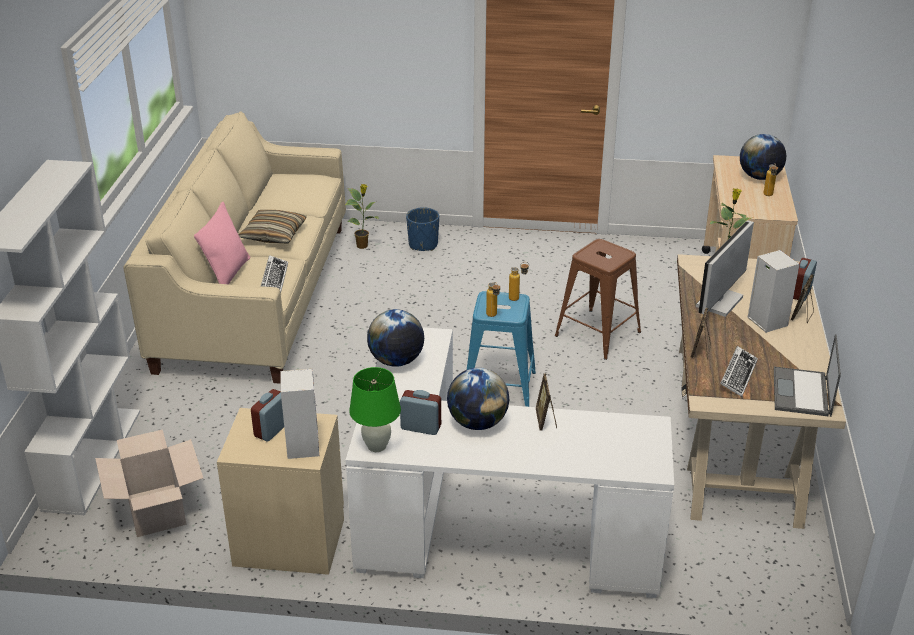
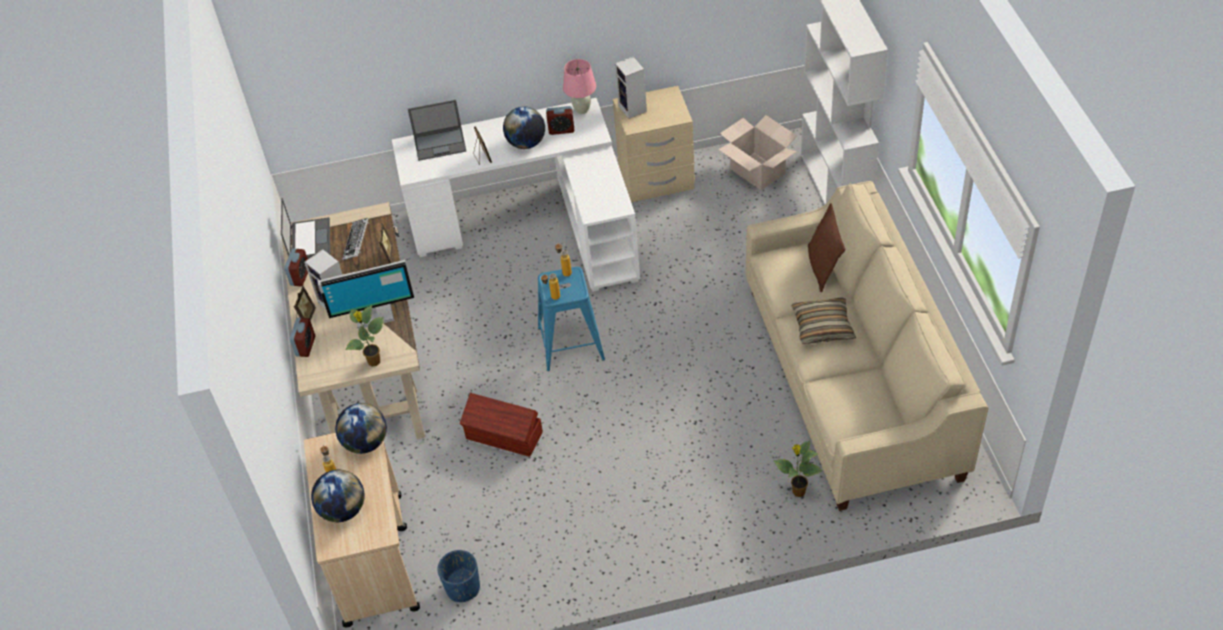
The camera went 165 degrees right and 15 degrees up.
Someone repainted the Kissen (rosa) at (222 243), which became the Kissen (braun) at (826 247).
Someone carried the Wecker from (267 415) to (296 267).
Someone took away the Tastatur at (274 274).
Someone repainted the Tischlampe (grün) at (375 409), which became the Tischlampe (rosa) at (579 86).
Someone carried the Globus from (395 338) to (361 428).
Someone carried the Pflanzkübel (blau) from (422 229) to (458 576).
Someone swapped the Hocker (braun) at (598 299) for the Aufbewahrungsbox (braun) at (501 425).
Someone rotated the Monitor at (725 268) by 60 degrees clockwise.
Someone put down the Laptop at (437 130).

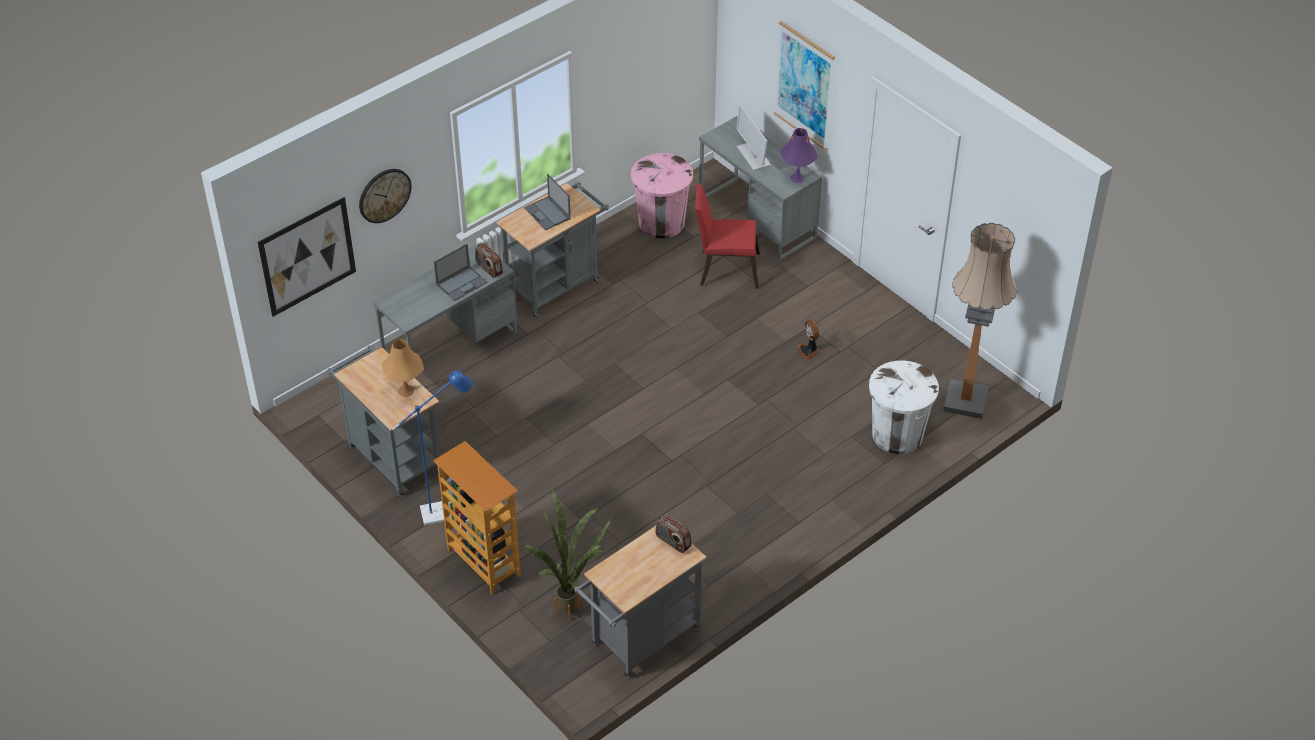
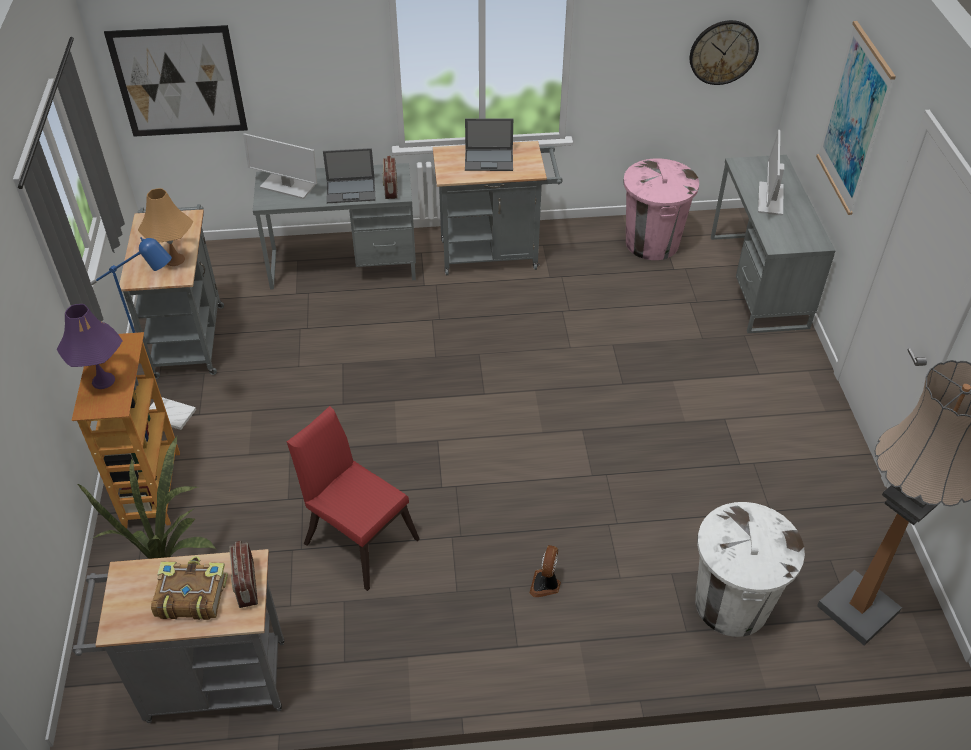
The camera went 35 degrees right and 0 degrees up.
Someone carried the Wanduhr from (385 196) to (724 52).
Someone rotated the Laptop at (547 202) by 90 degrees counterclockwise.
Someone carried the Stuhl (rot) from (727 236) to (353 498).
Someone carried the Tischlampe (lila) from (799 155) to (89 346).
Someone carried the Ventilator from (808 340) to (545 571).
Someone put down the Buch at (189 588).
Someone put down the Monitor at (280 166).

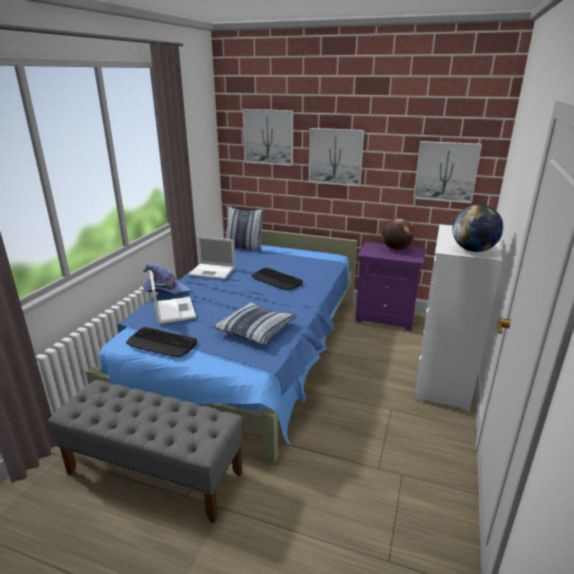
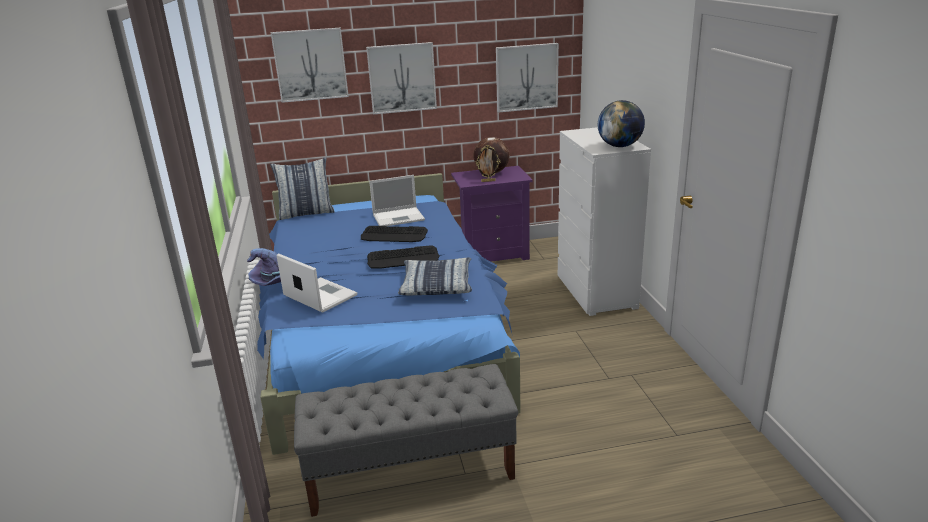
The camera went 30 degrees left and 0 degrees up.
Someone carried the Tastatur from (161 342) to (403 257).
Someone carried the Laptop from (211 258) to (397 200).
Someone put down the Bilderrahmen at (488 163).

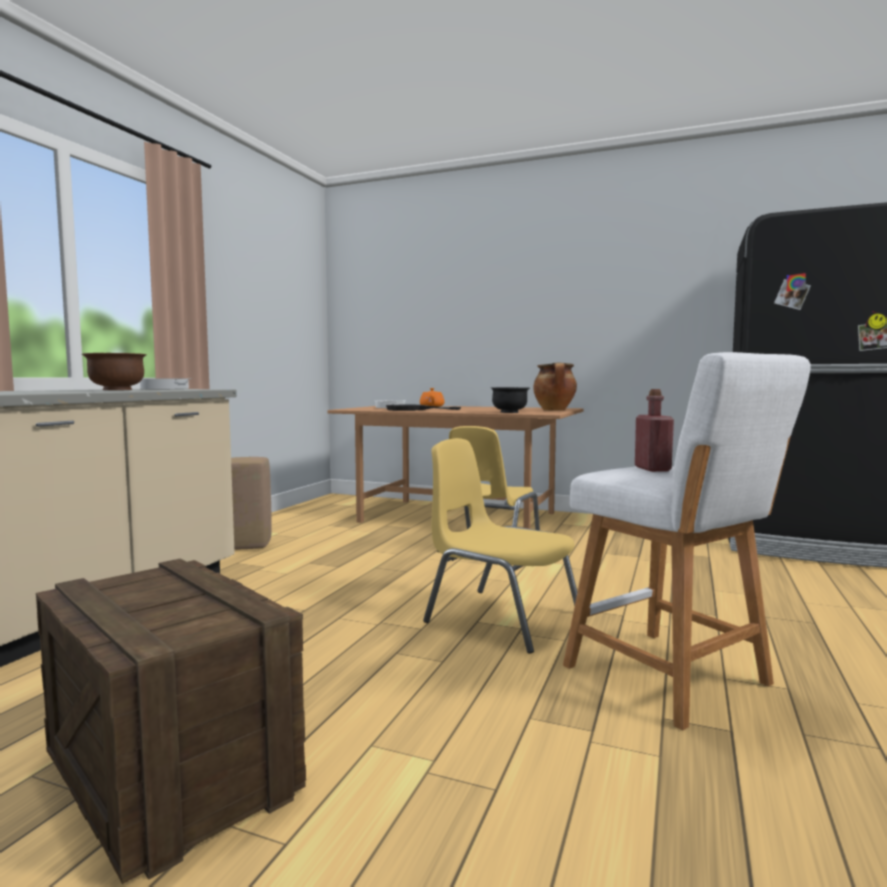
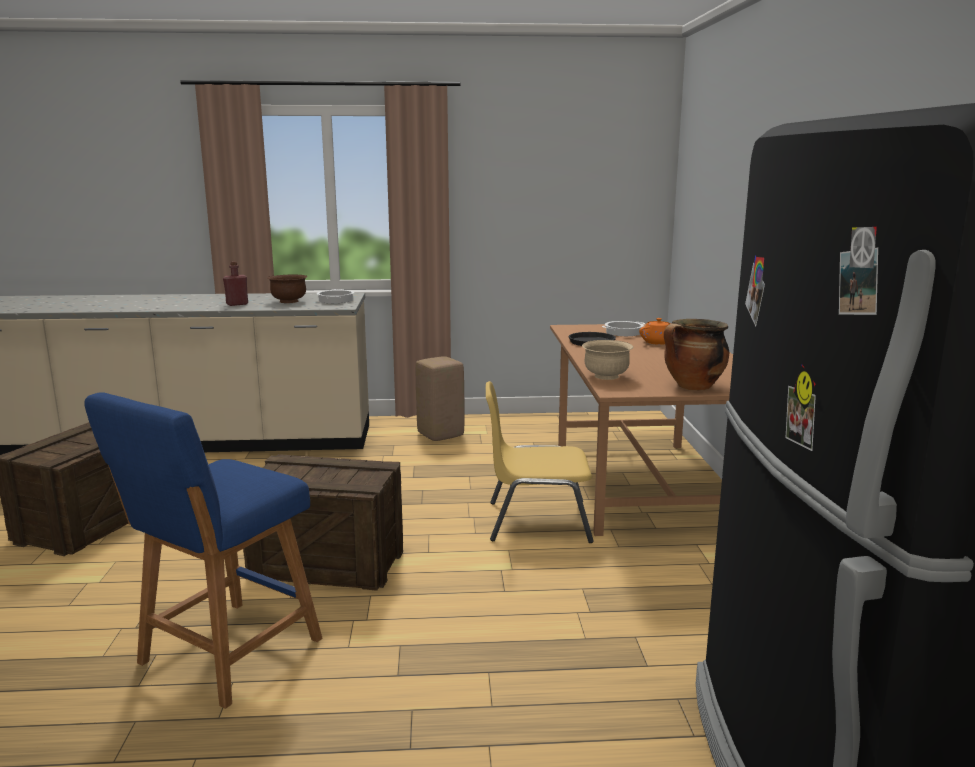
The camera went 65 degrees right and 10 degrees up.
Someone swapped the Stuhl (gelb) at (500 546) for the Kiste at (323 522).
Someone repainted the Schüssel (schwarz) at (510 400), which became the Schüssel (beige) at (607 360).
Someone repainted the Hocker (weiß) at (687 541), which became the Hocker (blau) at (203 550).
Someone carried the Flasche (rot) from (654 430) to (235 283).

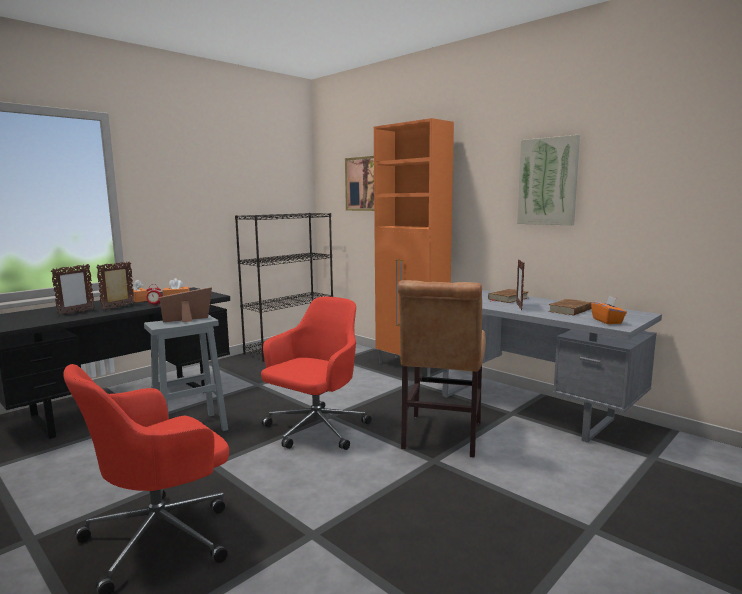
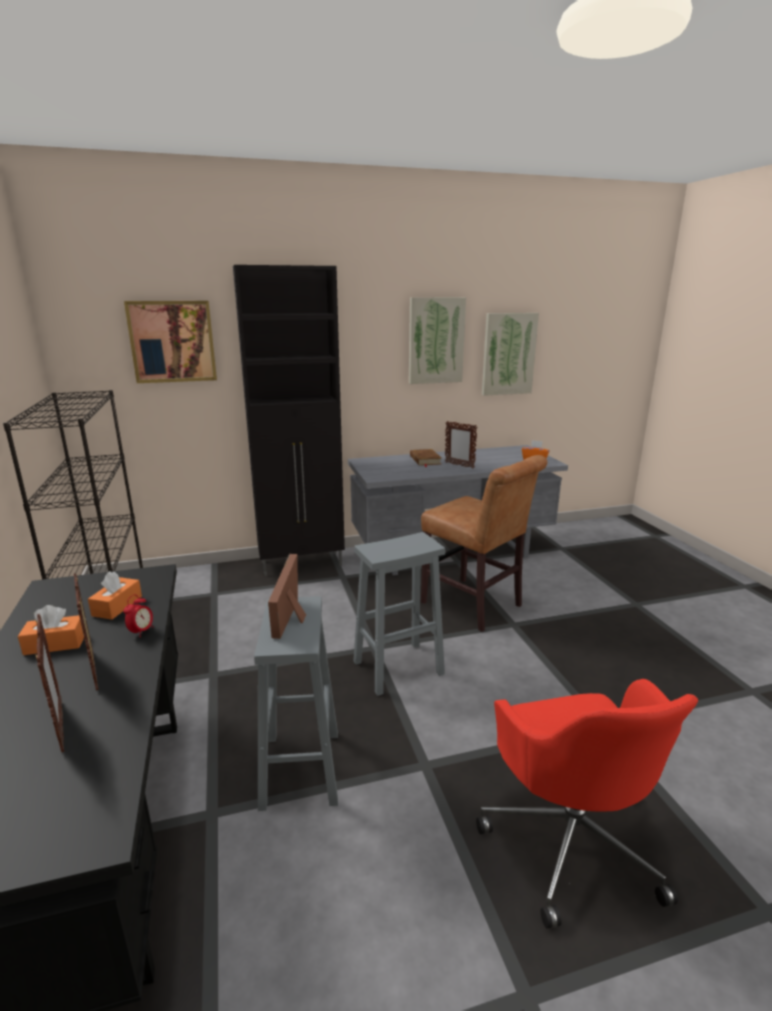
The camera went 60 degrees left and 10 degrees up.
Someone swapped the Bürostuhl (rot) at (316 373) for the Hocker (grau) at (399 614).
Someone repainted the Schrank (orange) at (414 247), which became the Schrank (schwarz) at (289 420).
Someone took away the Buch (braun) at (570 307).
Someone put up the Bild at (510 354).

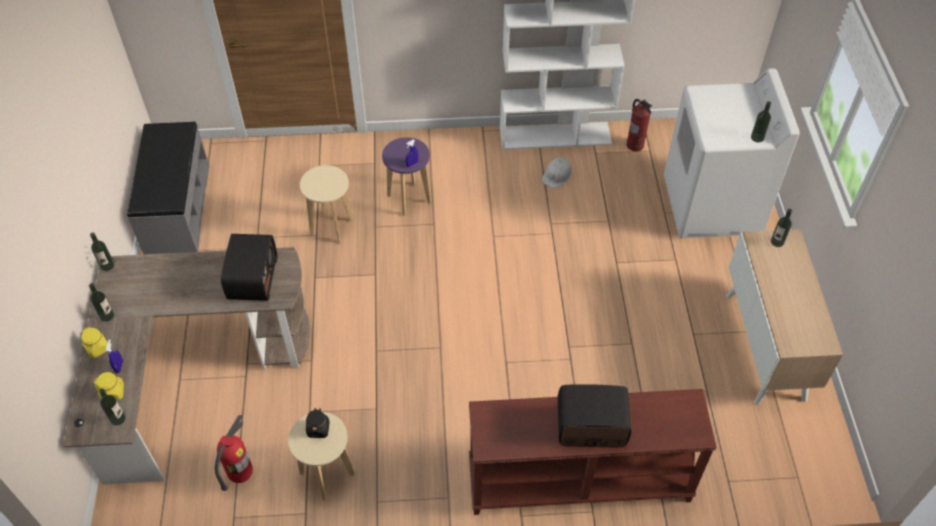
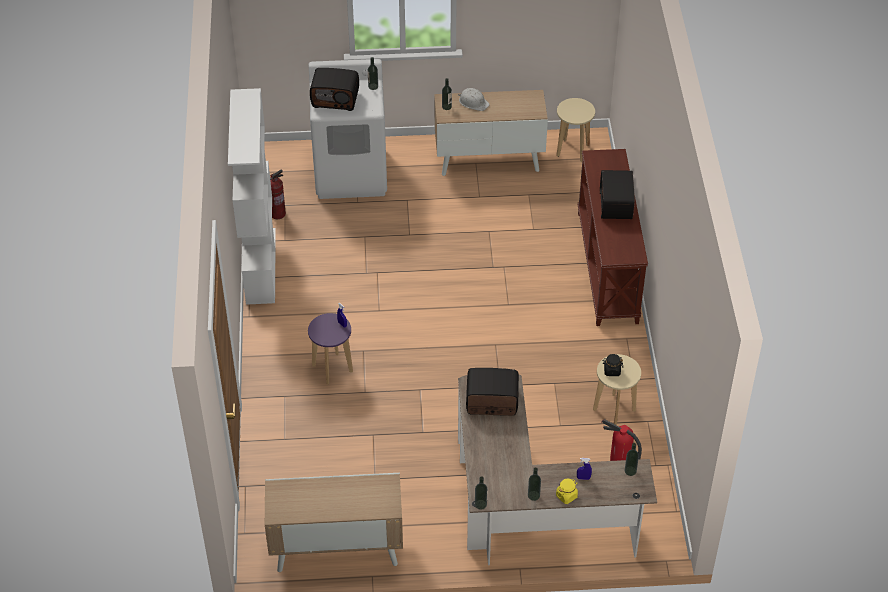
The camera went 90 degrees left and 5 degrees down.
Someone took away the Vorratsglas (gelb) at (108 386).
Someone swapped the Bank (grau) at (168 188) for the Schrank at (334 522).
Someone carried the Hocker (beige) from (326 204) to (575 130).
Someone carried the Schutzhelm (weiß) from (557 173) to (474 99).
Someone put down the Radio at (334 89).

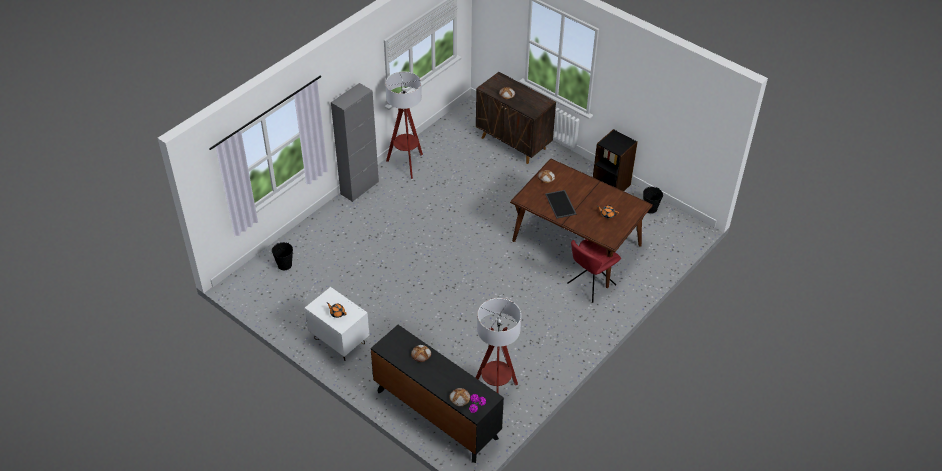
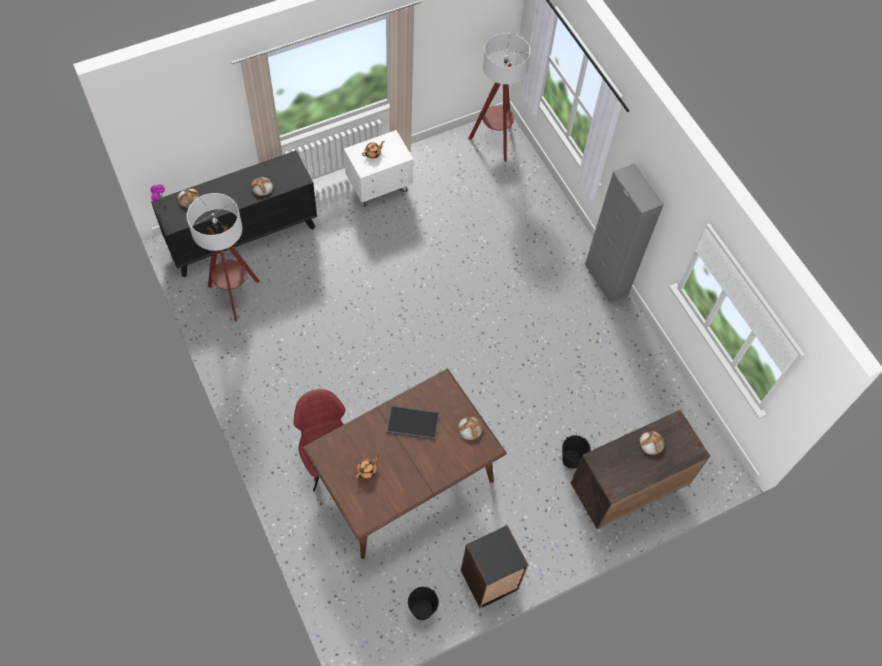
The camera went 110 degrees right and 15 degrees up.
Someone carried the Eimer (schwarz) from (282 256) to (576 452).
Someone carried the Stehlampe from (404 125) to (499 97).

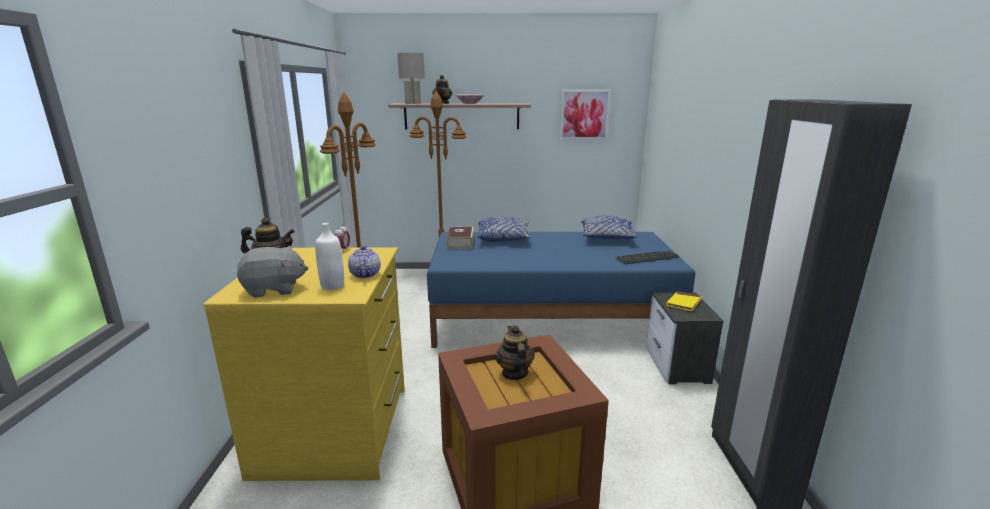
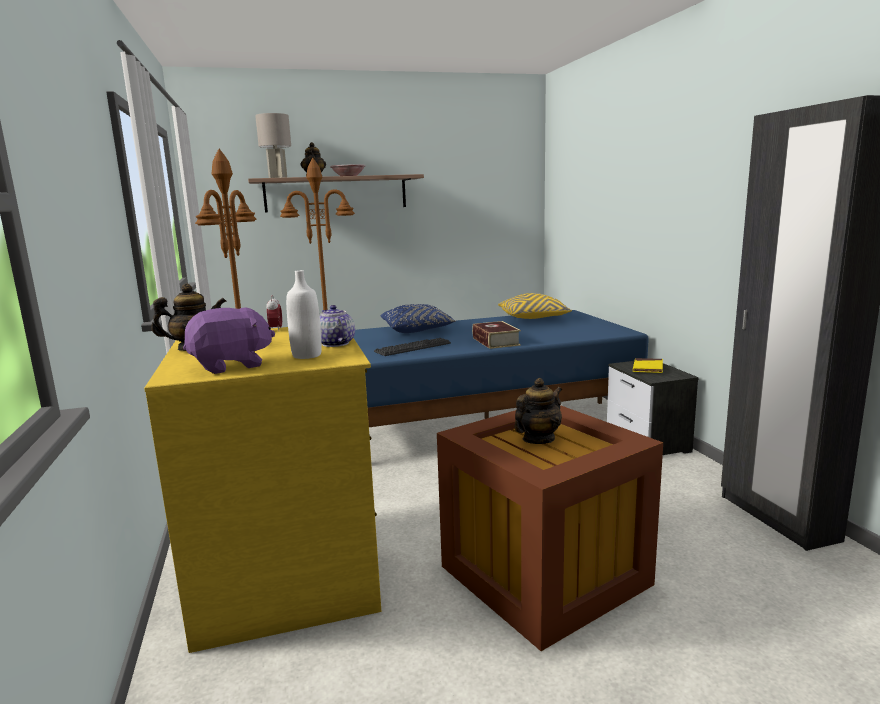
The camera went 15 degrees left and 5 degrees down.
Someone repainted the Plüschtier (grau) at (272 272), which became the Plüschtier (lila) at (229 340).
Someone carried the Buch from (460 238) to (496 335).
Someone rotated the Teekanne at (515 352) by 75 degrees clockwise.
Someone took away the Bild at (585 114).
Someone repainted the Kissen (blau) at (609 227), which became the Kissen (gelb) at (535 306).
Someone carried the Tastatur from (647 257) to (412 347).

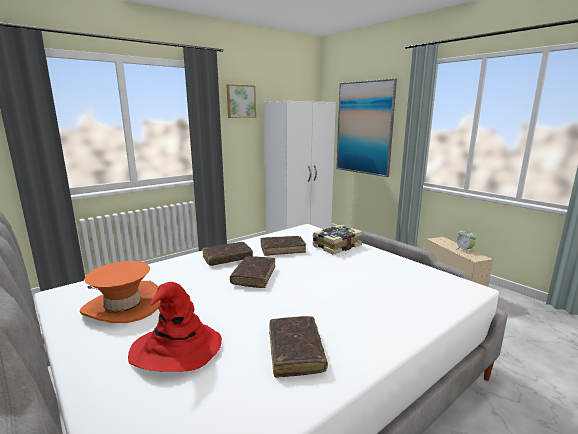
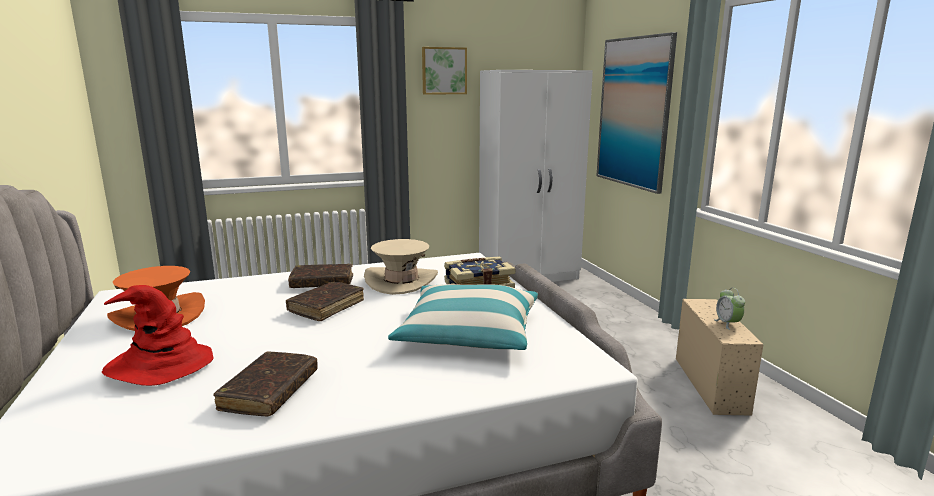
The camera went 20 degrees right and 0 degrees up.
Someone swapped the Buch (braun) at (283 246) for the Hut (beige) at (401 267).
Someone put down the Kissen at (463 317).

